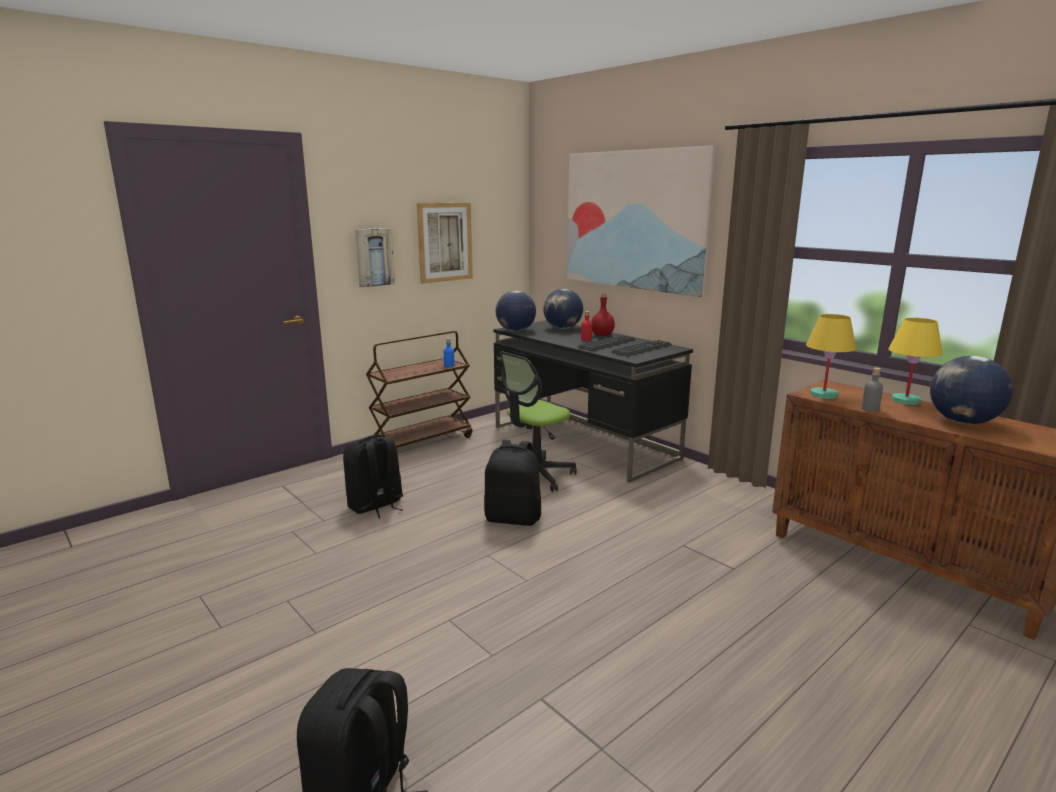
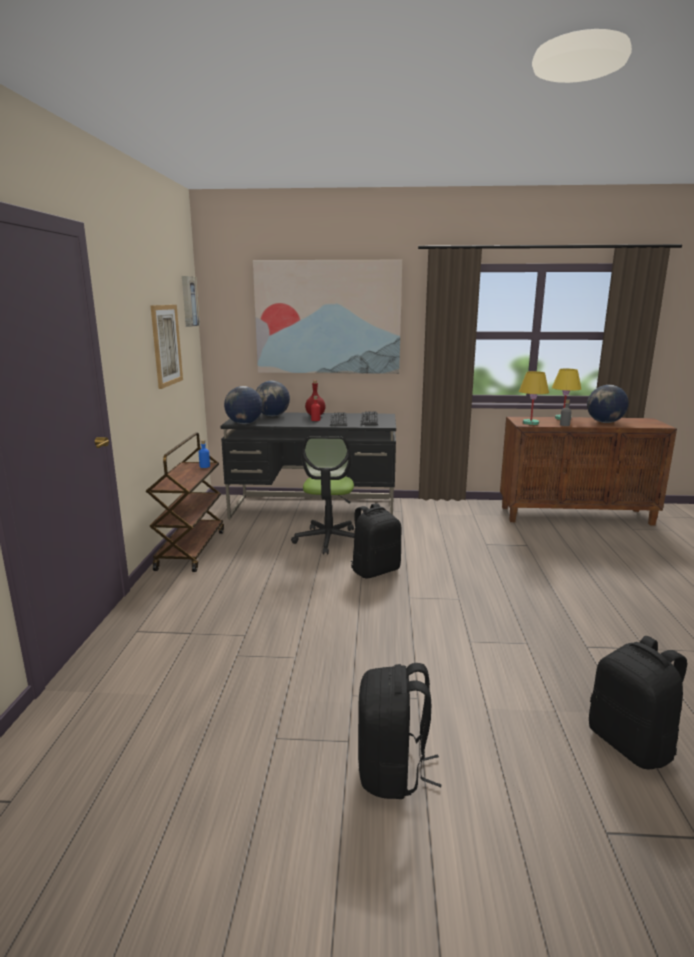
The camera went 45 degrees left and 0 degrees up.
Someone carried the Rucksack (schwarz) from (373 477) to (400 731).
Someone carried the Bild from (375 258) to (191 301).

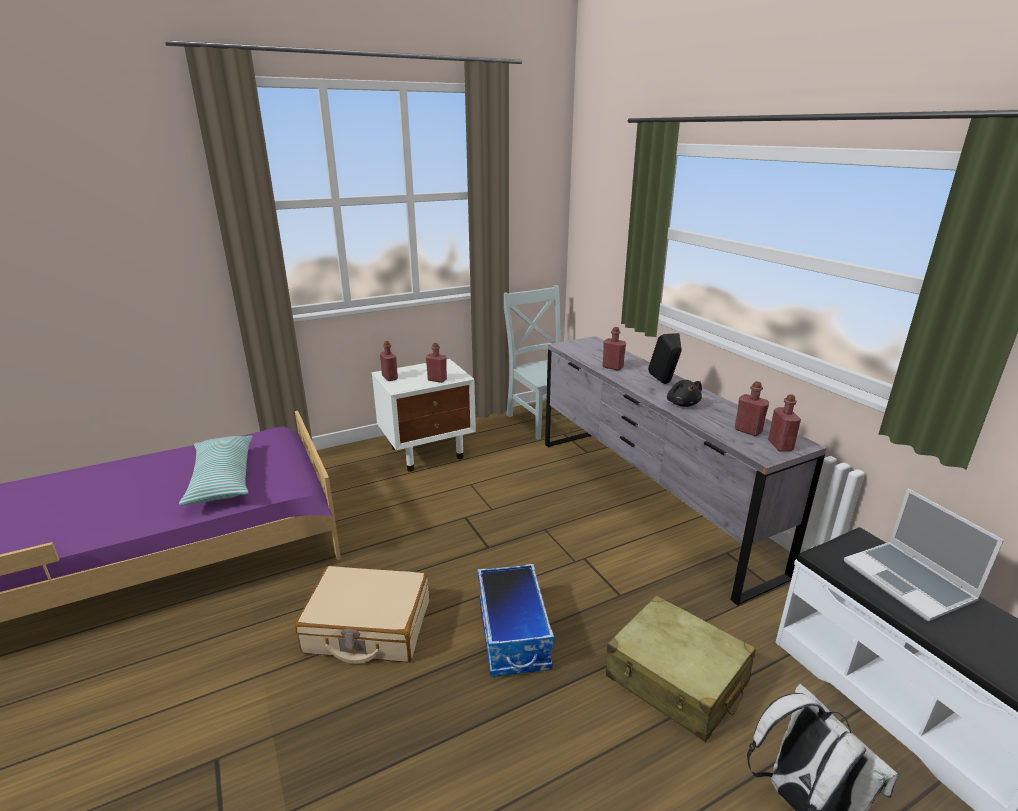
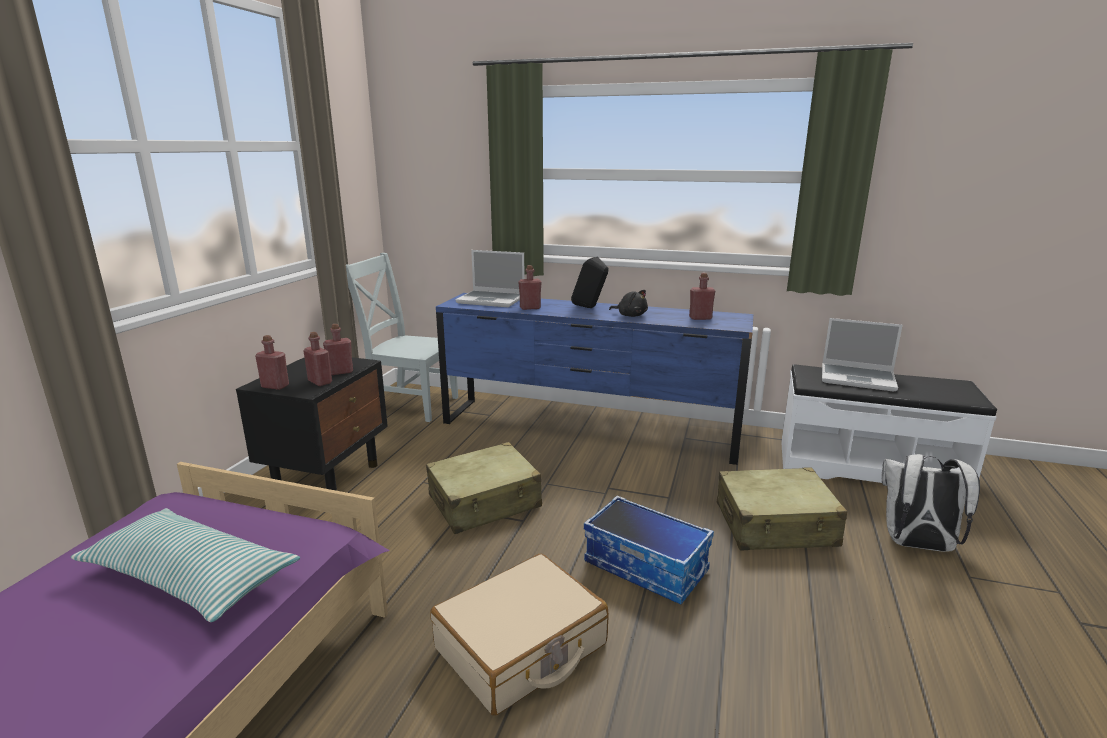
The camera went 45 degrees left and 5 degrees down.
Someone repainted the Nachttisch (weiß) at (424 415), which became the Nachttisch (schwarz) at (312 424).
Someone repainted the Kommode (grau) at (686 471), which became the Kommode (blau) at (594 379).
Someone carried the Flasche (rot) from (784 423) to (317 359).
Someone put down the Koffer (beige) at (484 488).
Someone put down the Laptop at (490 278).

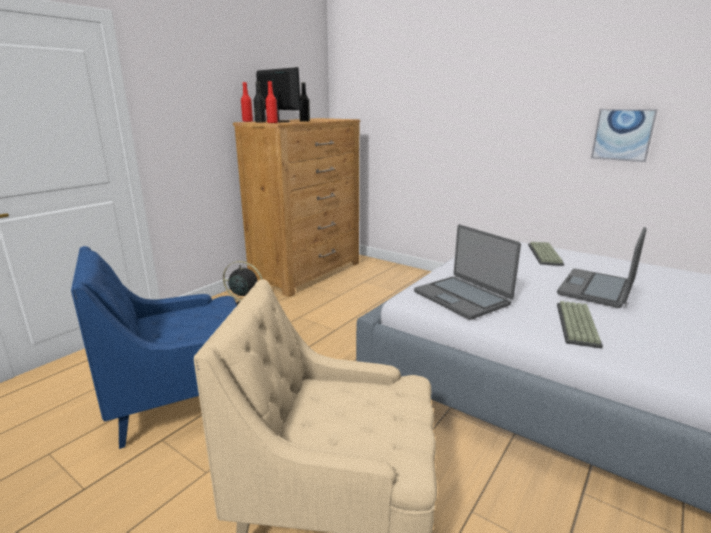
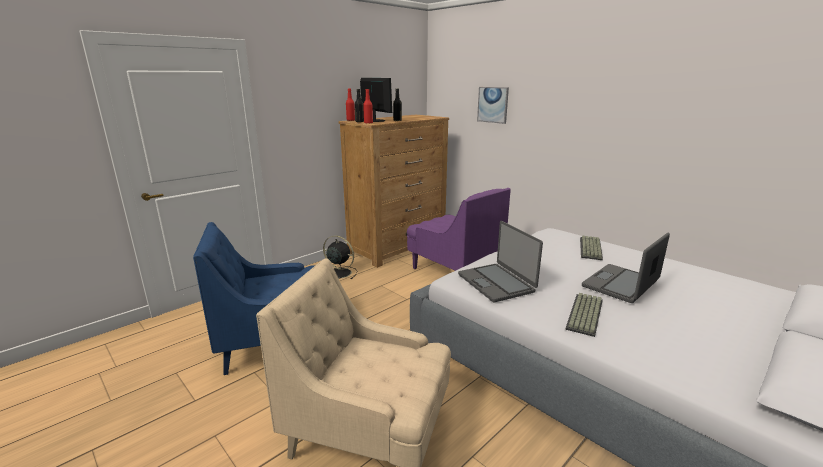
The camera went 10 degrees right and 0 degrees up.
Someone carried the Bild from (624 135) to (493 105).
Someone put down the Sessel (lila) at (459 229).

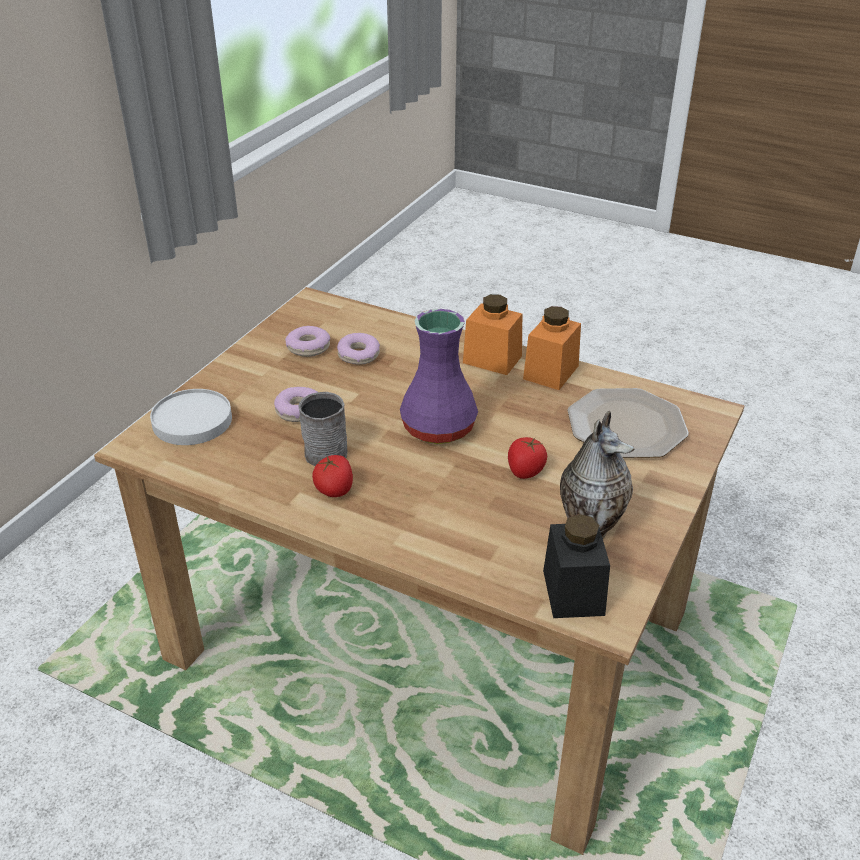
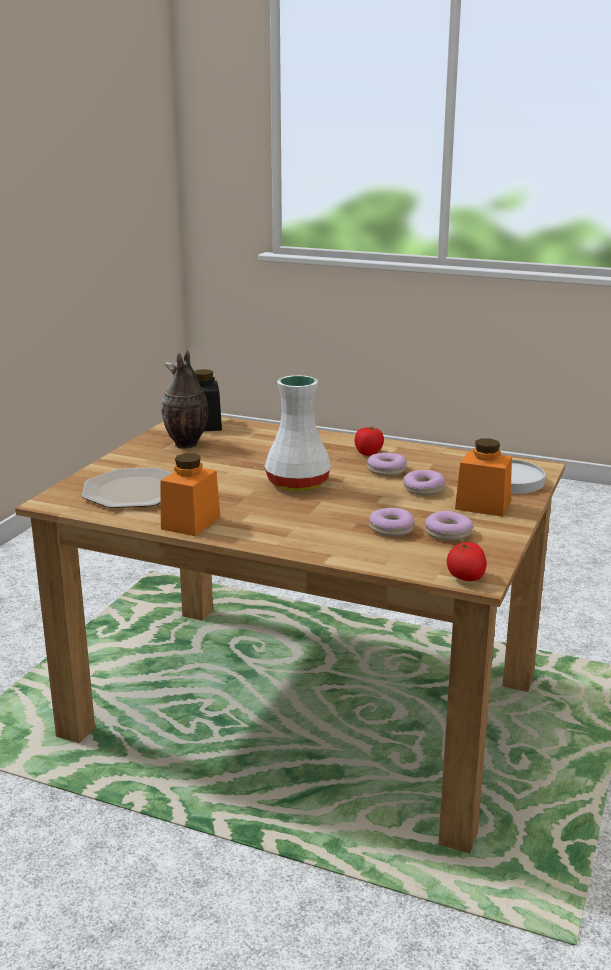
The camera went 175 degrees right and 15 degrees down.
Someone swapped the Henkelbecher (grau) at (323 429) for the Donut at (387 464).
Someone repainted the Vase (lila) at (439 376), which became the Vase (weiß) at (297 433).
Someone carried the Vorratsglas (orange) from (492 334) to (483 478).
Someone carried the Tomate from (527 458) to (466 561).

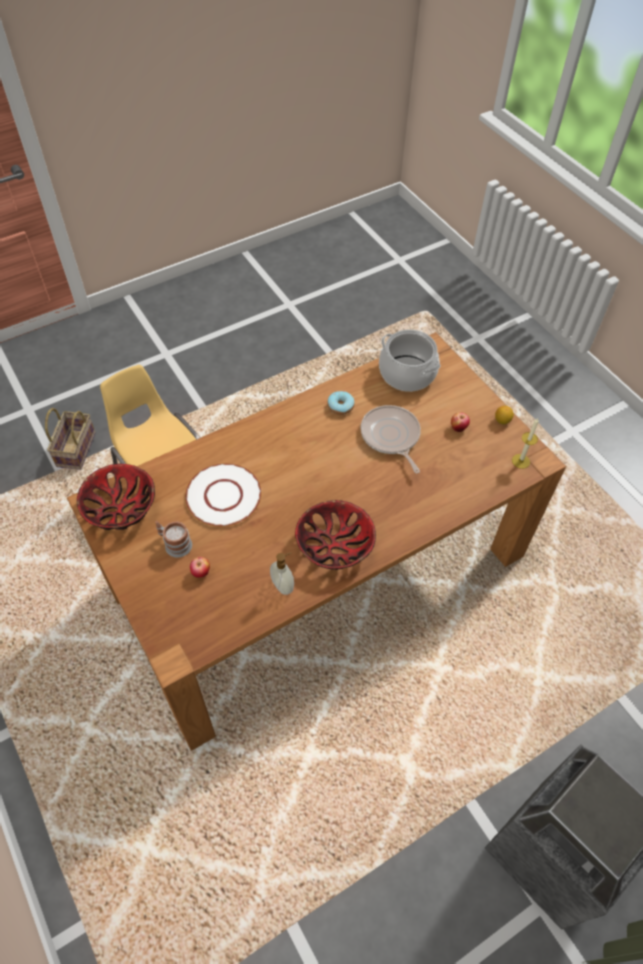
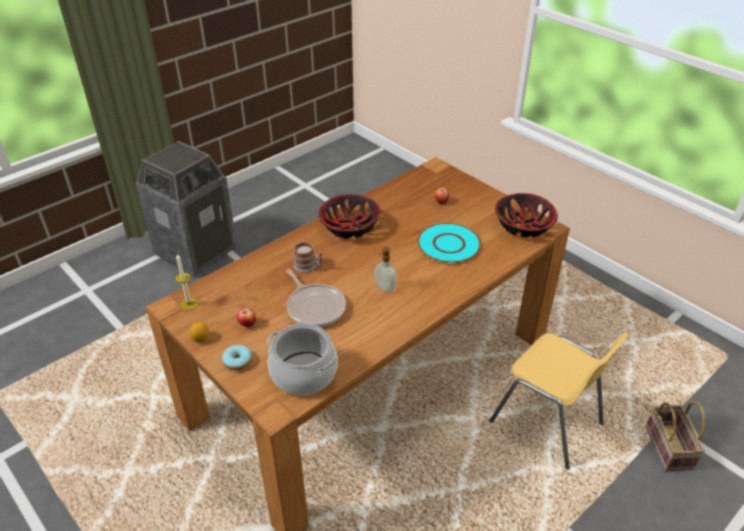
The camera went 170 degrees right and 15 degrees down.
Someone carried the Henkelbecher from (173 539) to (308 257).
Someone repainted the Teller (weiß) at (223 495), which became the Teller (türkis) at (449 243).
Someone carried the Seifenspender from (282 573) to (385 269).
Someone carried the Donut from (340 403) to (237 358).

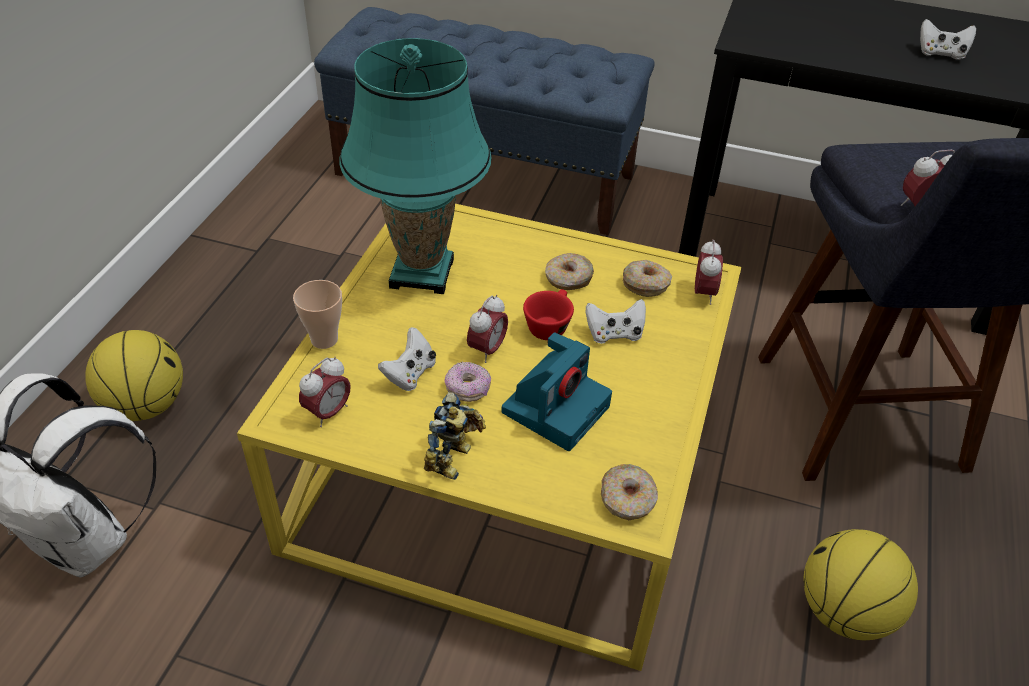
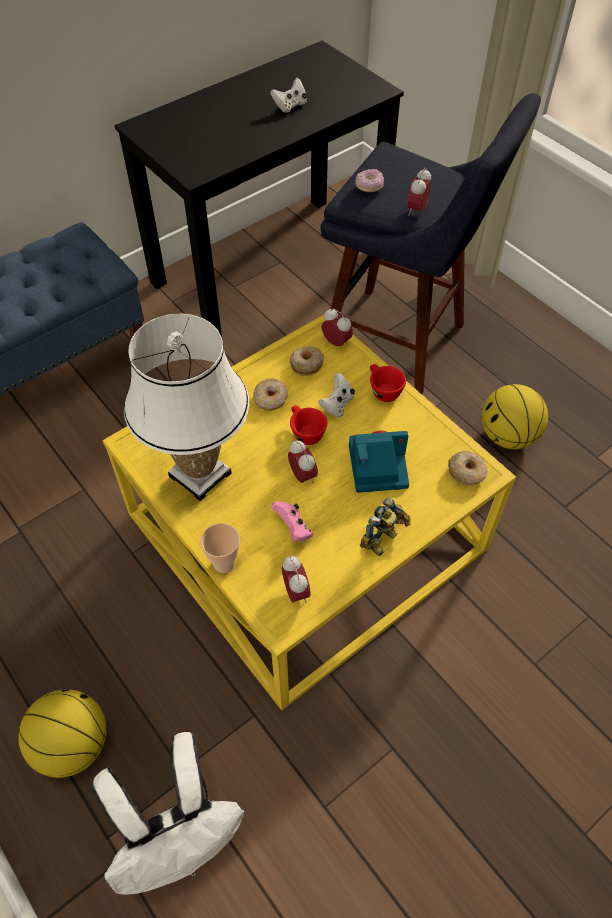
The camera went 55 degrees left and 10 degrees up.
Someone repainted the Tischlampe (türkis) at (415 166), which became the Tischlampe (weiß) at (186 407).
Someone repainted the Gamepad (weiß) at (407 359), which became the Gamepad (rosa) at (292 521).
Someone rotated the Spielzeugroboter at (455 436) by 75 degrees clockwise.
Someone carried the Donut from (468 381) to (369 180).
Someone rotated the Kamera at (556 391) by 75 degrees counterclockwise.
Someone put down the Tasse (rot) at (388 383).

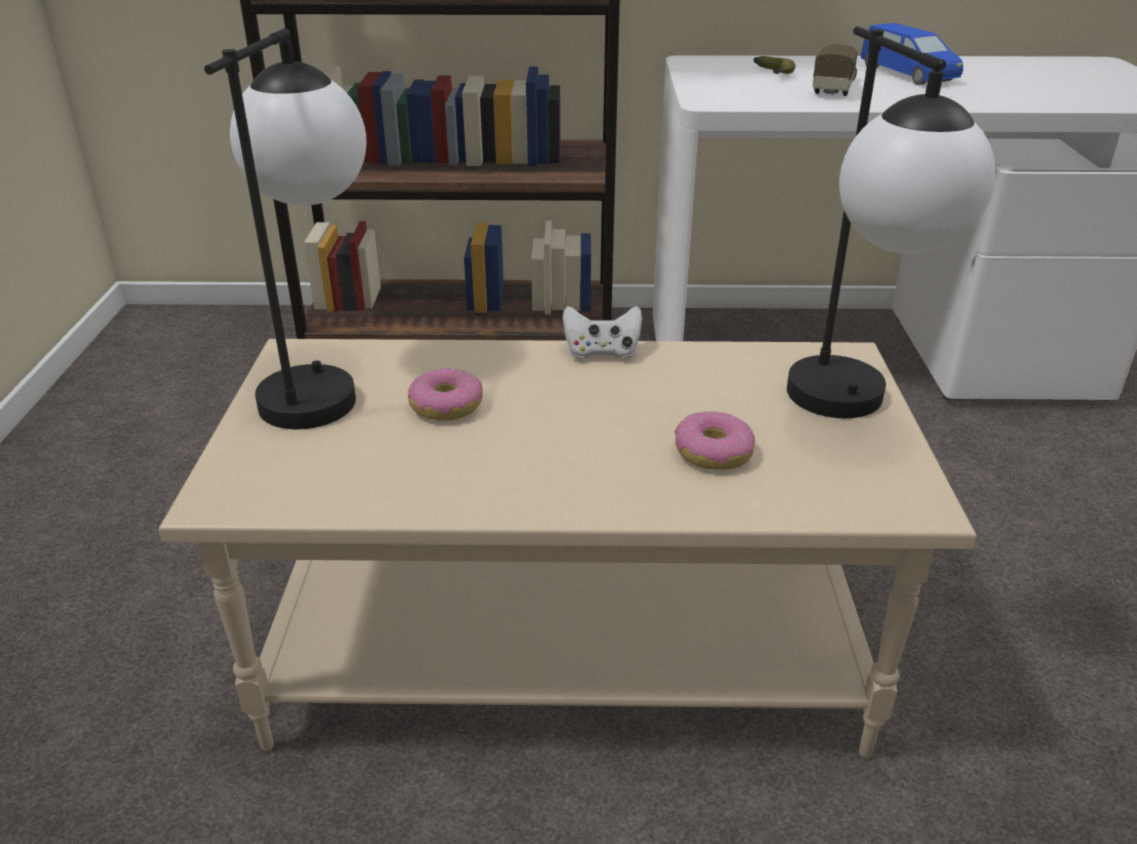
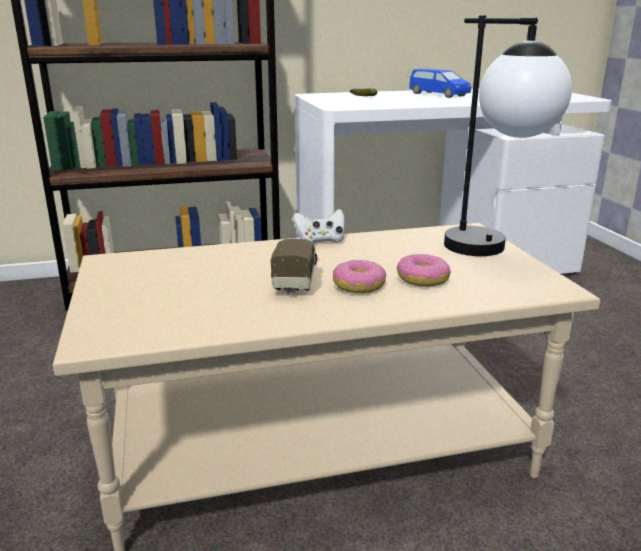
The camera went 15 degrees left and 10 degrees down.
Someone took away the Tischlampe at (285 228).
Someone carried the Donut from (445 394) to (359 276).
Someone carried the Spielzeuglaster from (835 70) to (293 266).

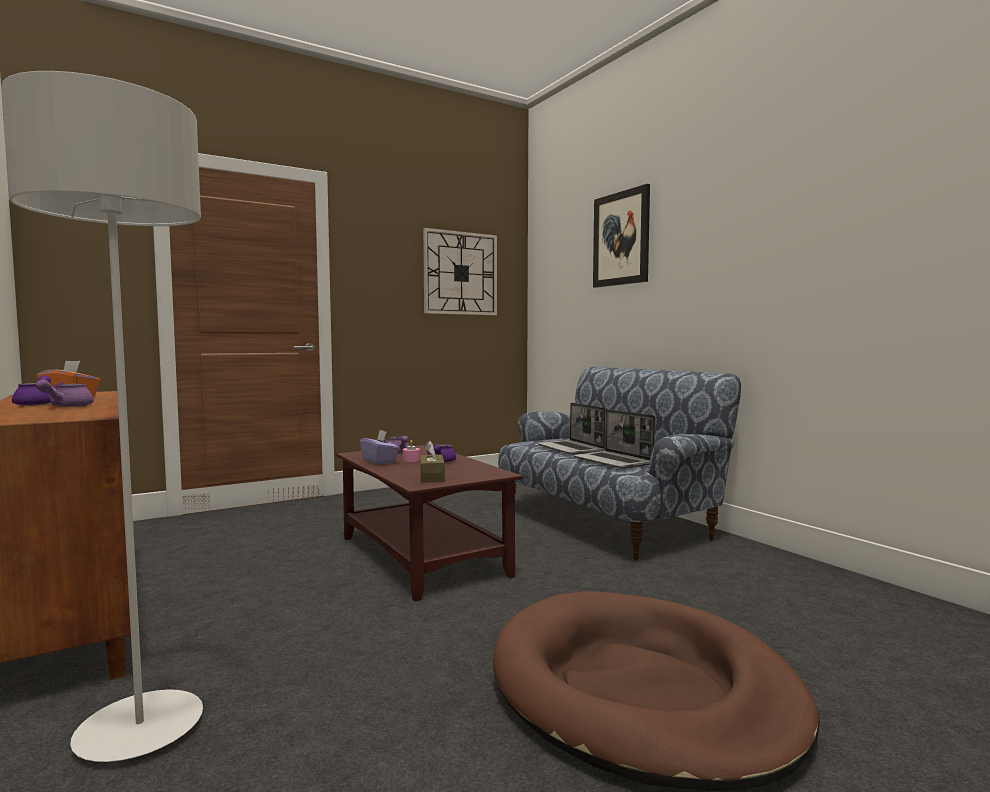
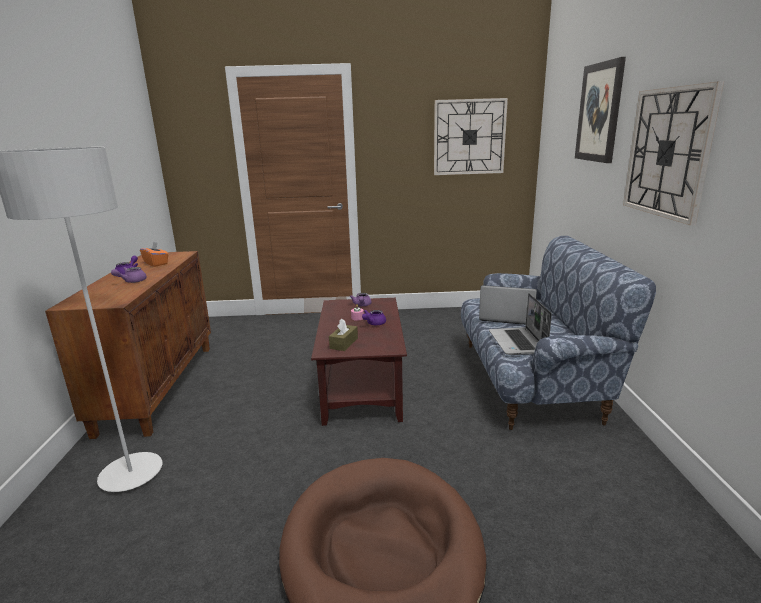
The camera went 30 degrees right and 15 degrees up.
Someone took away the Taschentuchbox (lila) at (379 447).
Someone rotated the Laptop at (571 429) by 105 degrees clockwise.
Someone put up the Wanduhr at (673 153).

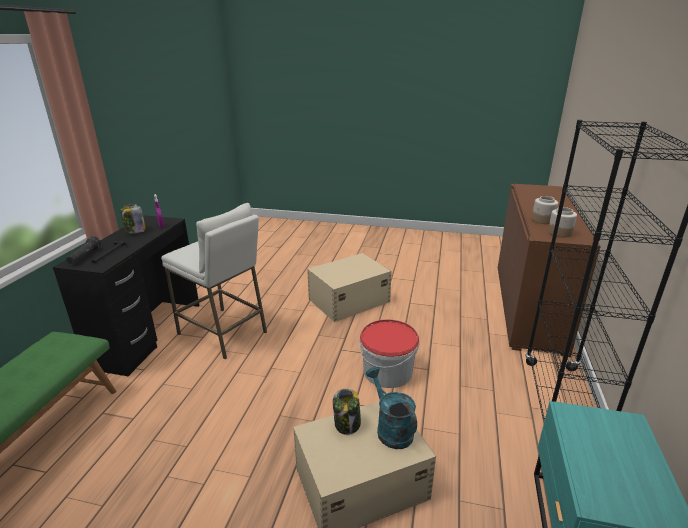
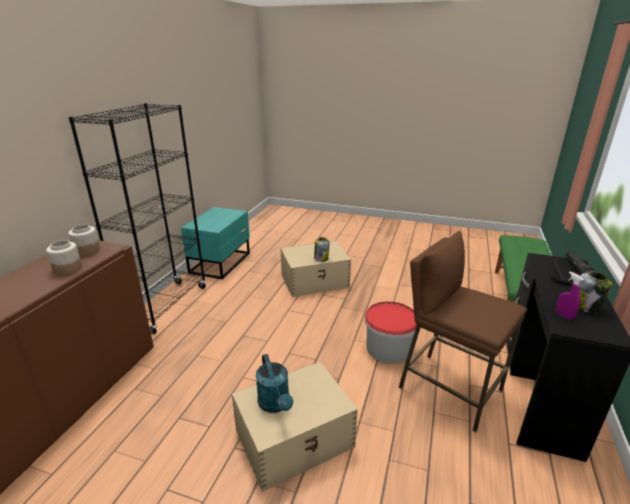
The camera went 175 degrees left and 0 degrees up.
Someone repainted the Hocker (weiß) at (214 281), which became the Hocker (braun) at (463 331).
Someone carried the Eimer from (389 353) to (390 332).
Someone carried the Gießkanne (türkis) from (391 408) to (274 383).

